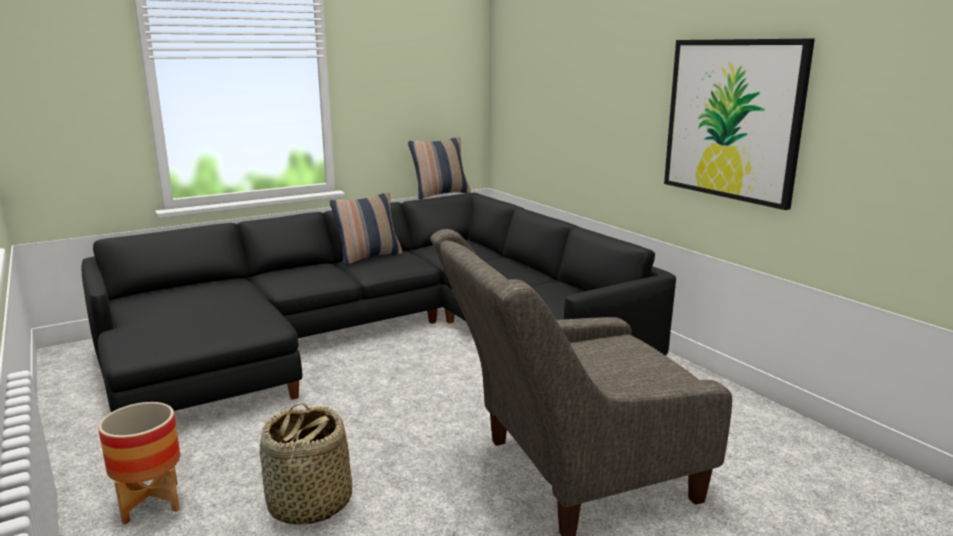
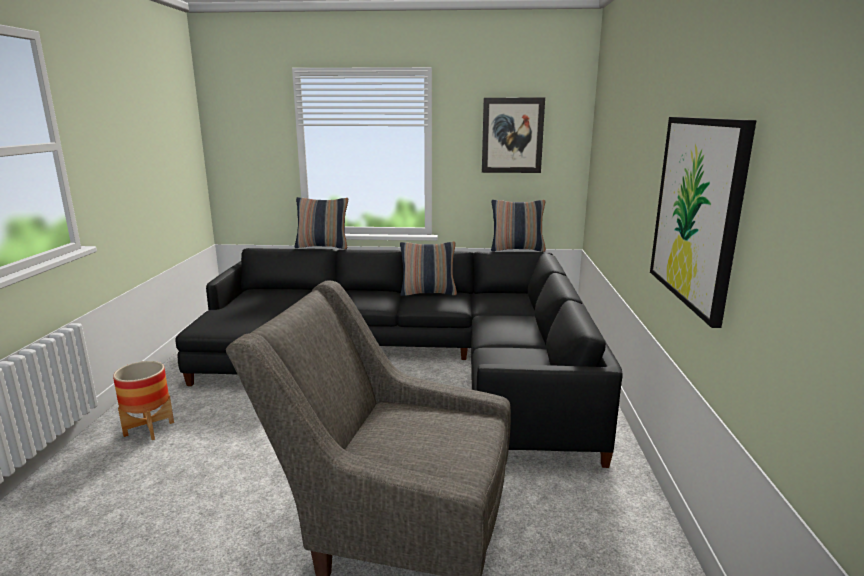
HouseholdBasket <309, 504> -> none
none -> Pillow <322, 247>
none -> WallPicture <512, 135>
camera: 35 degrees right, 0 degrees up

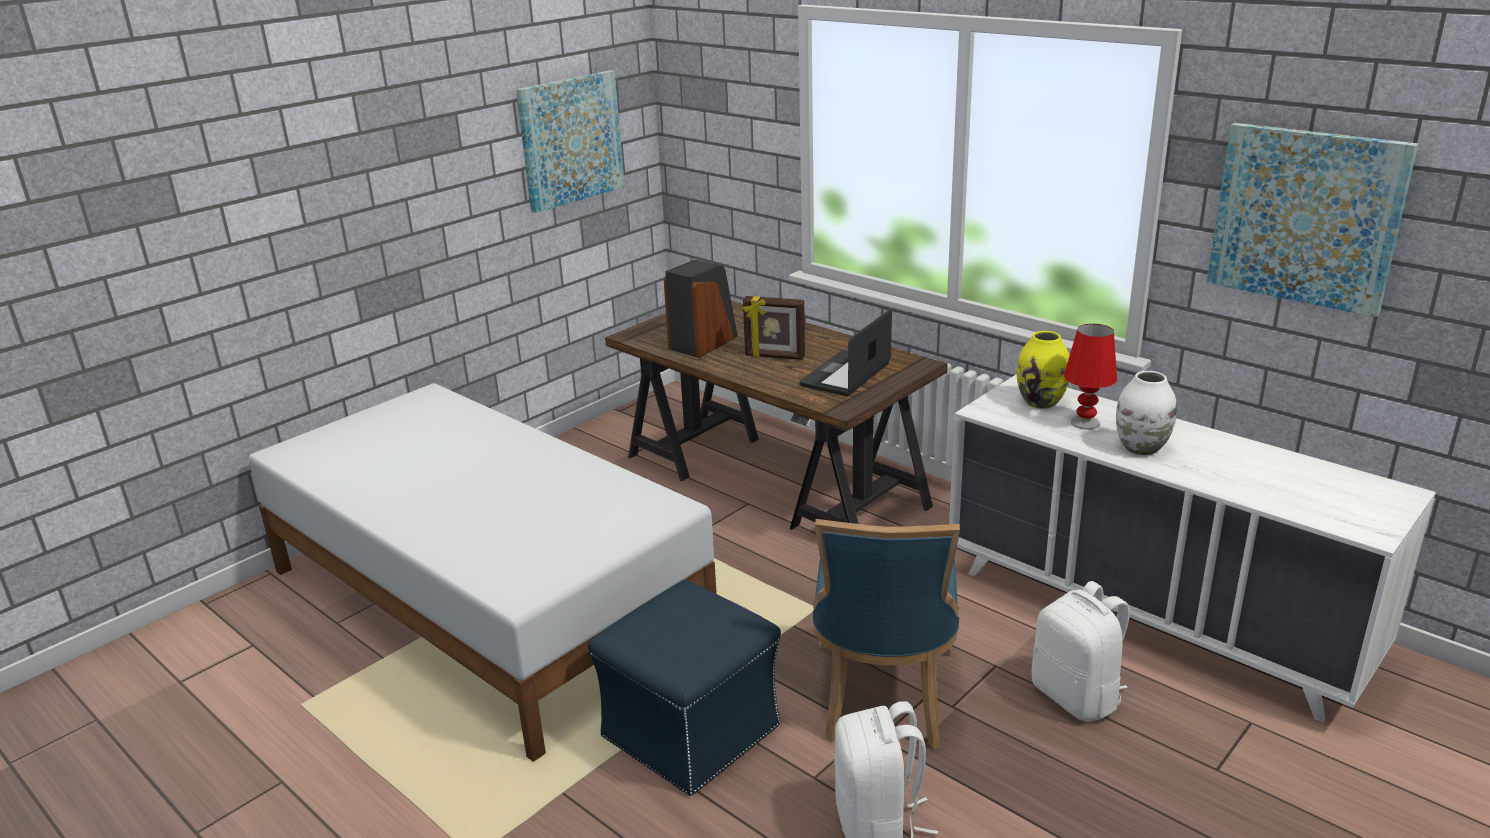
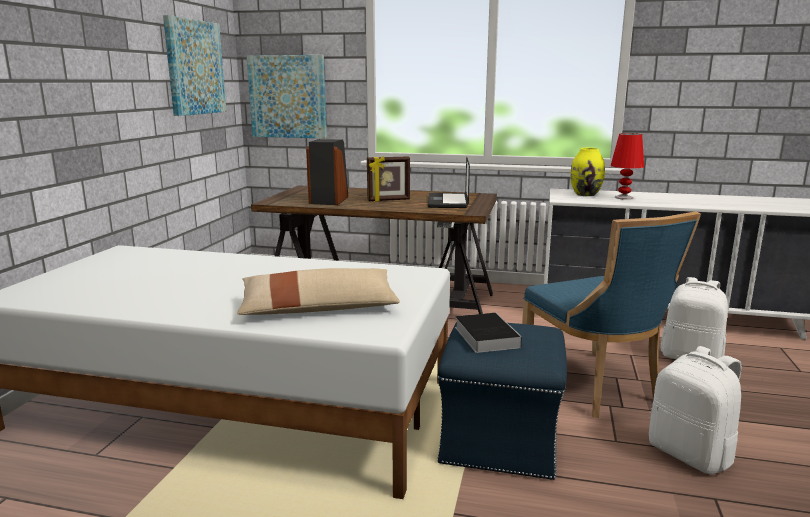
WhiteFlowerVase <1141, 448> -> none
none -> SandColouredPillow <318, 307>
none -> BoundBook <485, 336>
WallPicture <1306, 217> -> WallPicture <288, 97>, moved
camera: 30 degrees left, 10 degrees down

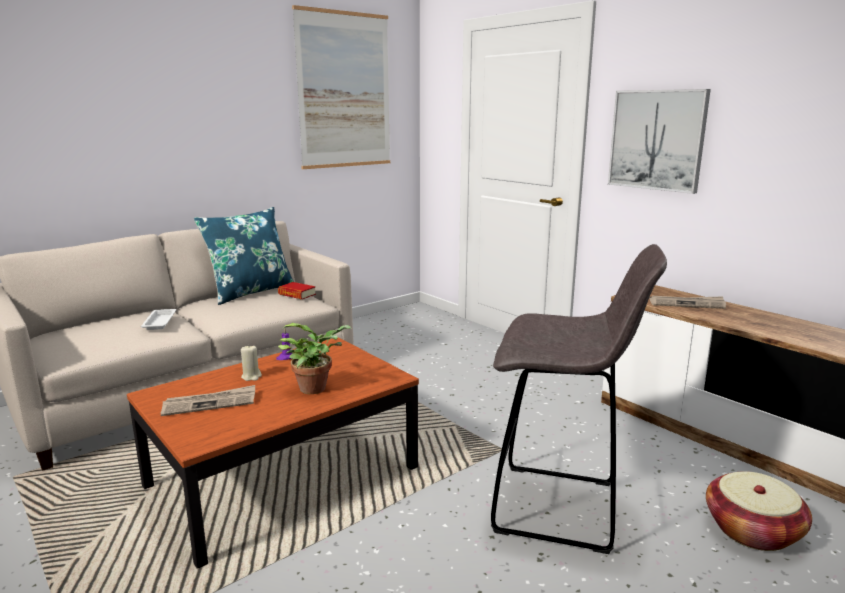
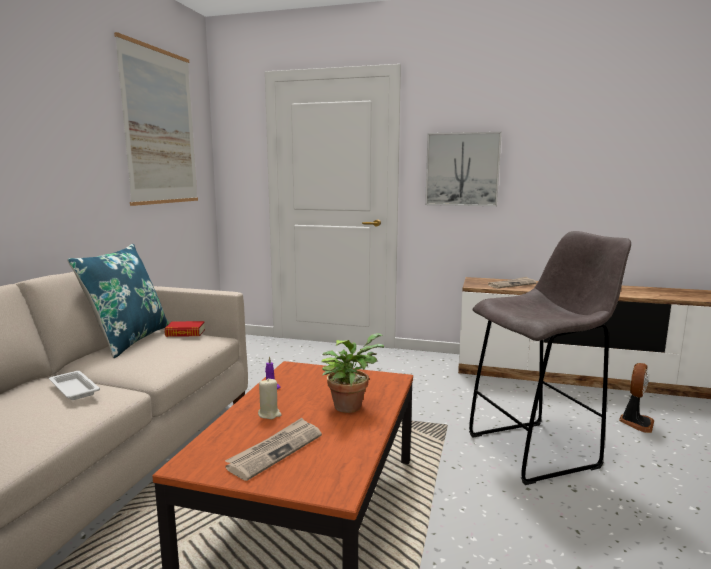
HouseholdBasket <752, 530> -> CoolingFan <635, 422>
camera: 35 degrees left, 5 degrees down

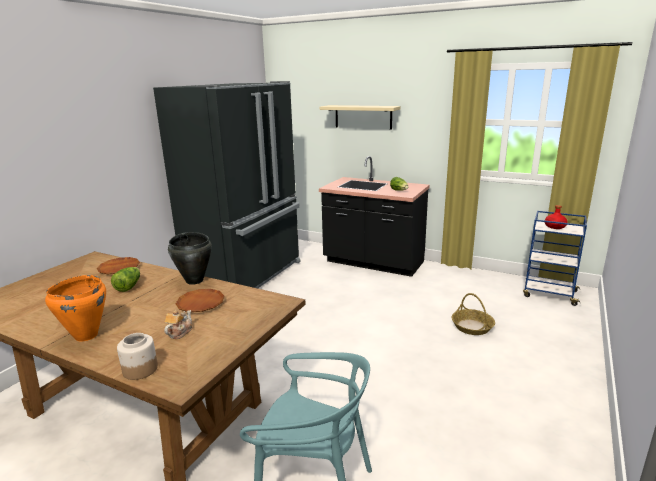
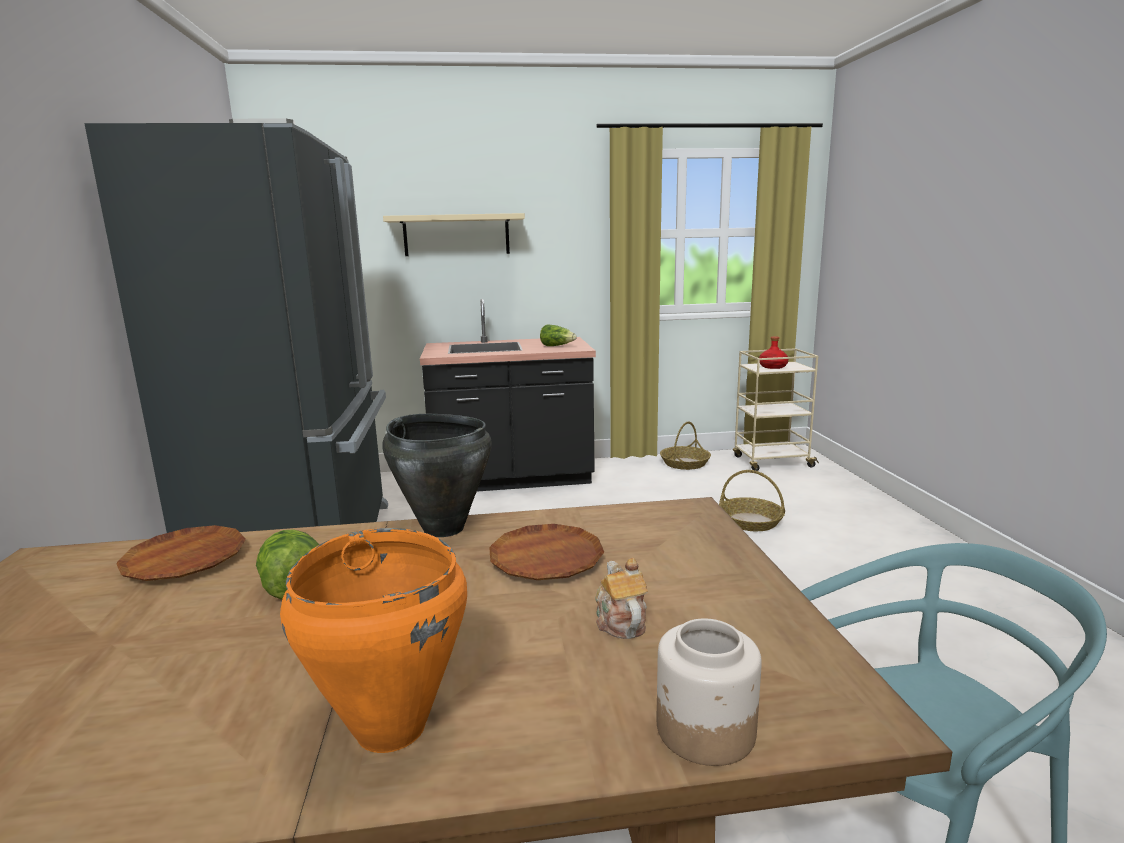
none -> HouseholdBasket <685, 463>
BlueColouredTrolley <548, 294> -> SandColouredTrolley <771, 462>
camera: 35 degrees left, 5 degrees down

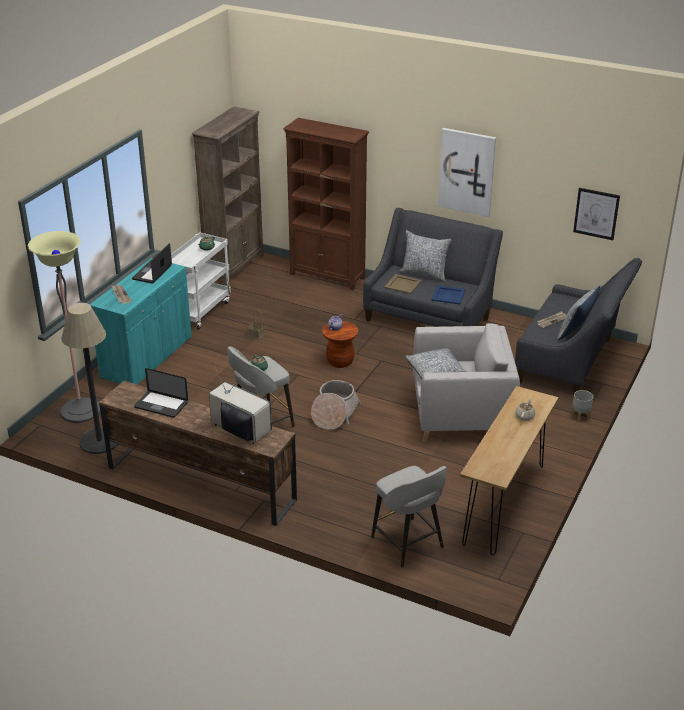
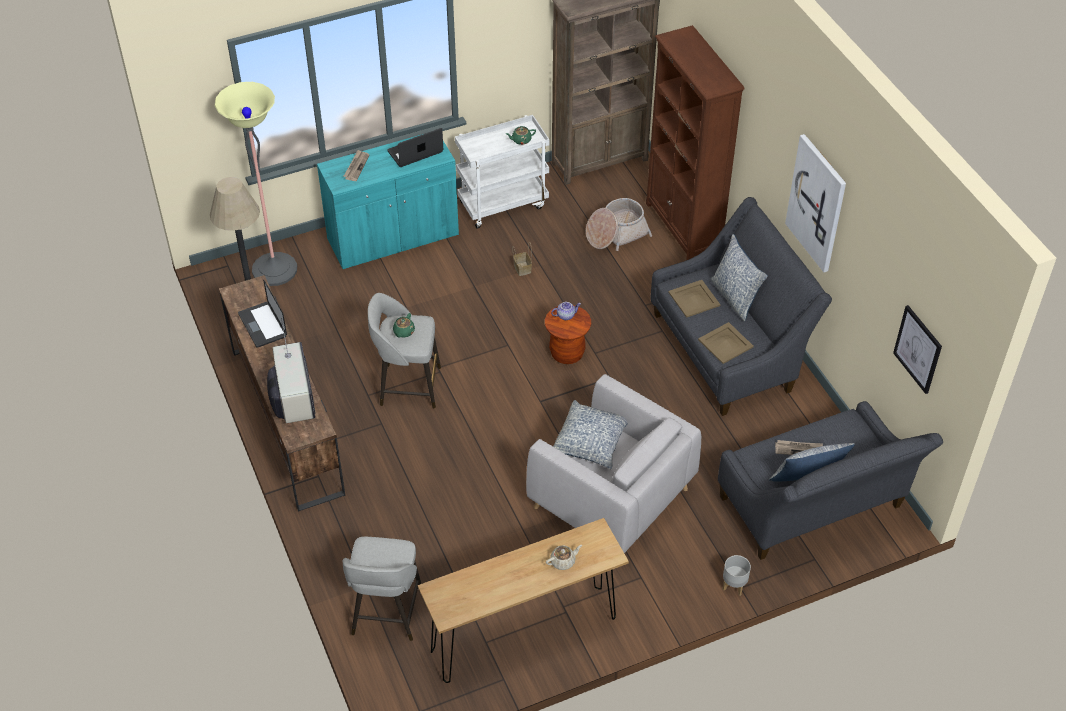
HouseholdBasket <334, 414> -> HouseholdBasket <616, 234>, moved
BlueColouredServingTray <448, 295> -> SandColouredServingTray <725, 343>
camera: 40 degrees right, 15 degrees up

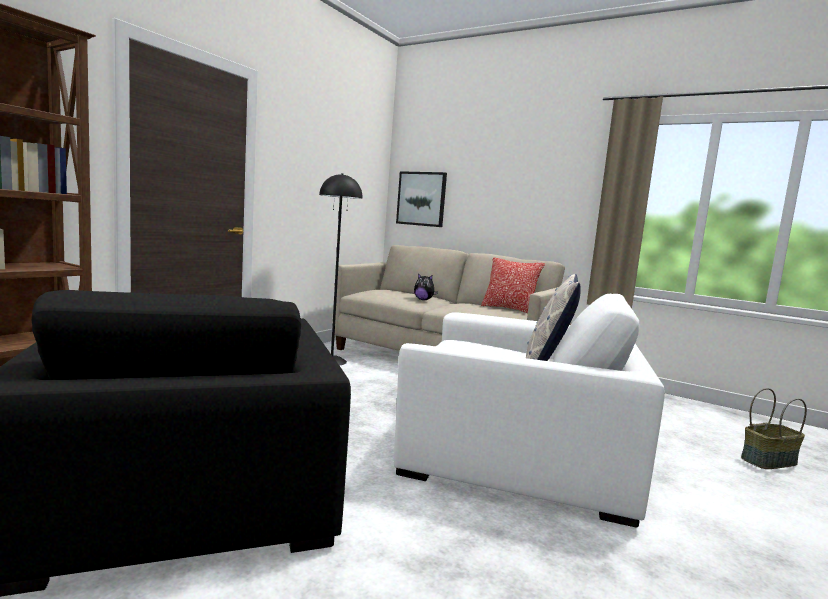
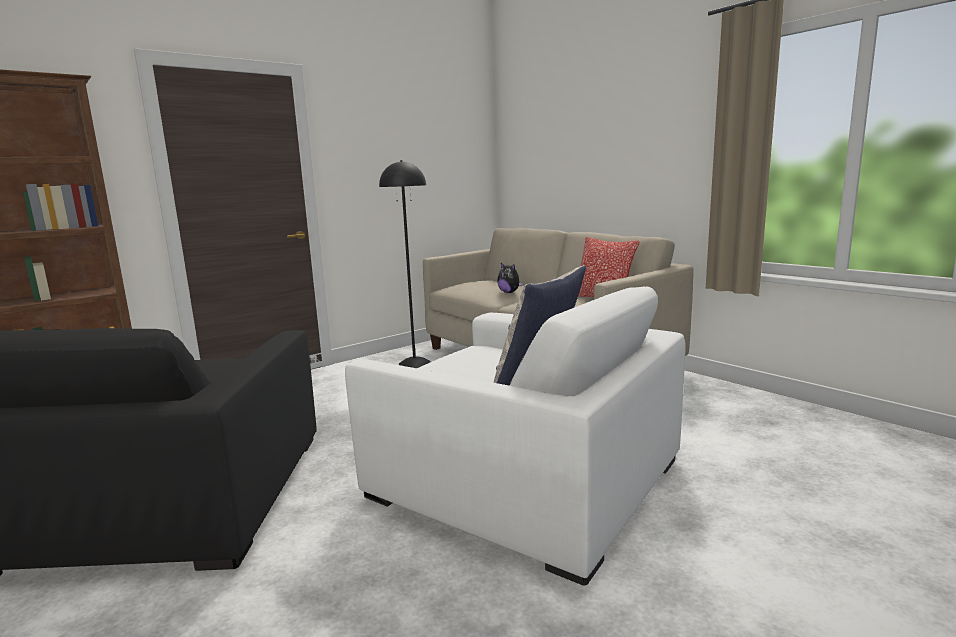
WallPicture <421, 199> -> none
HouseholdBasket <768, 460> -> none
camera: 20 degrees right, 5 degrees up

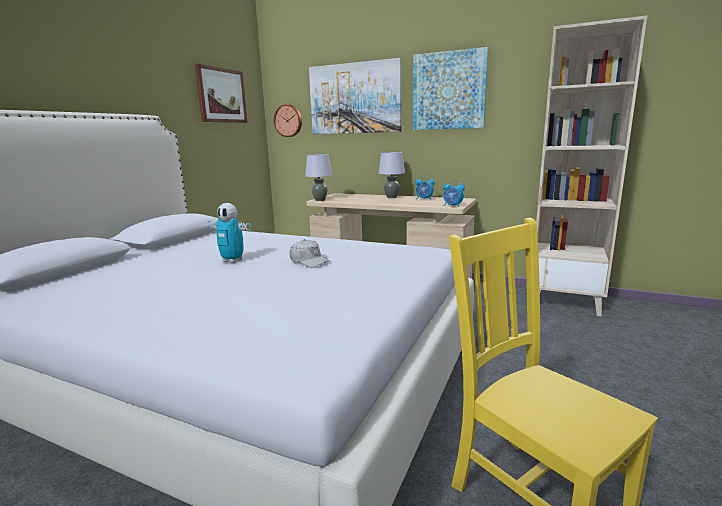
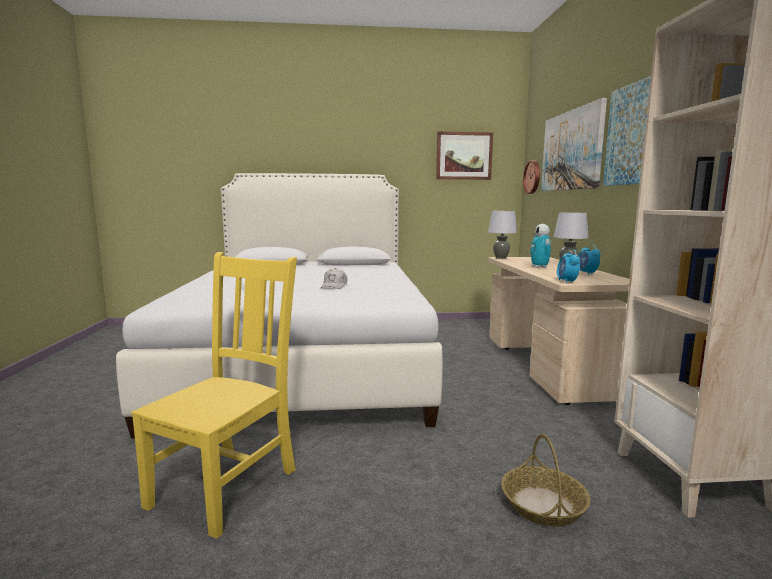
none -> HouseholdBasket <543, 505>
ModelRobot <232, 260> -> ModelRobot <539, 267>, moved
camera: 60 degrees right, 5 degrees down

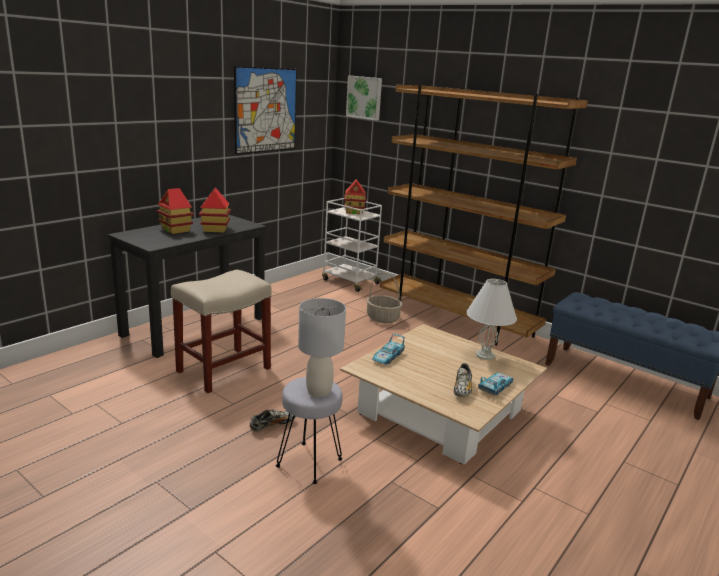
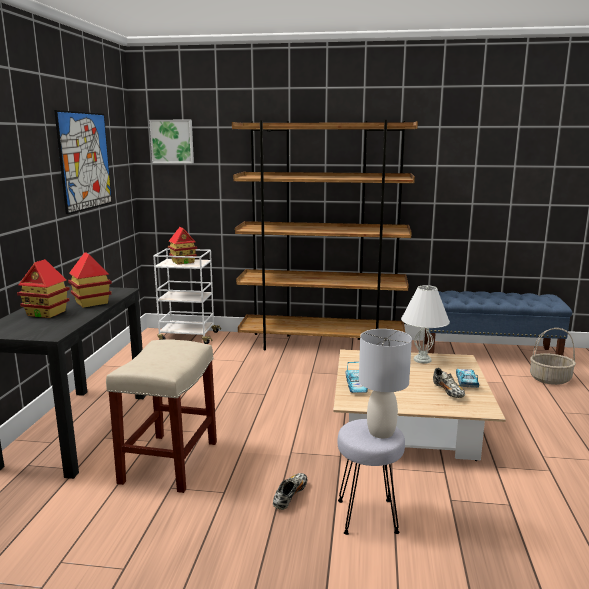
HouseholdBasket <382, 318> -> HouseholdBasket <549, 379>, moved
camera: 30 degrees left, 5 degrees down

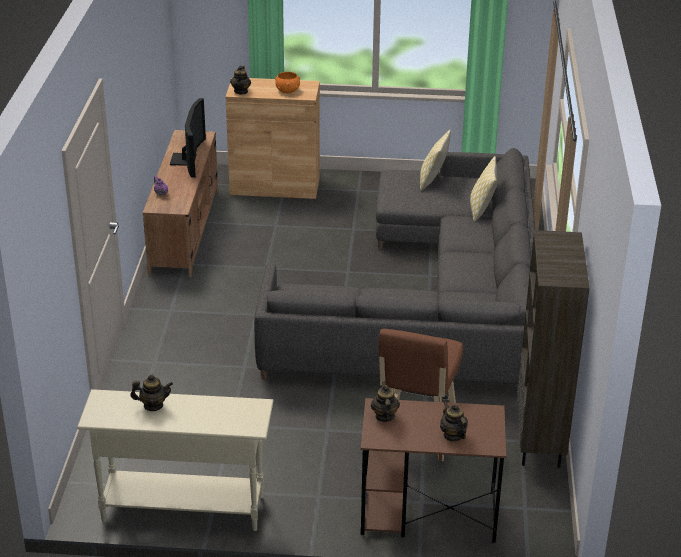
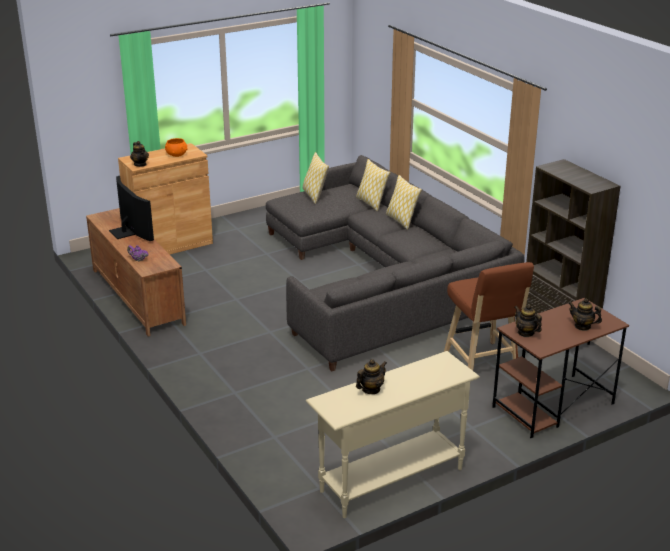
none -> Pillow <401, 220>
camera: 35 degrees left, 5 degrees down

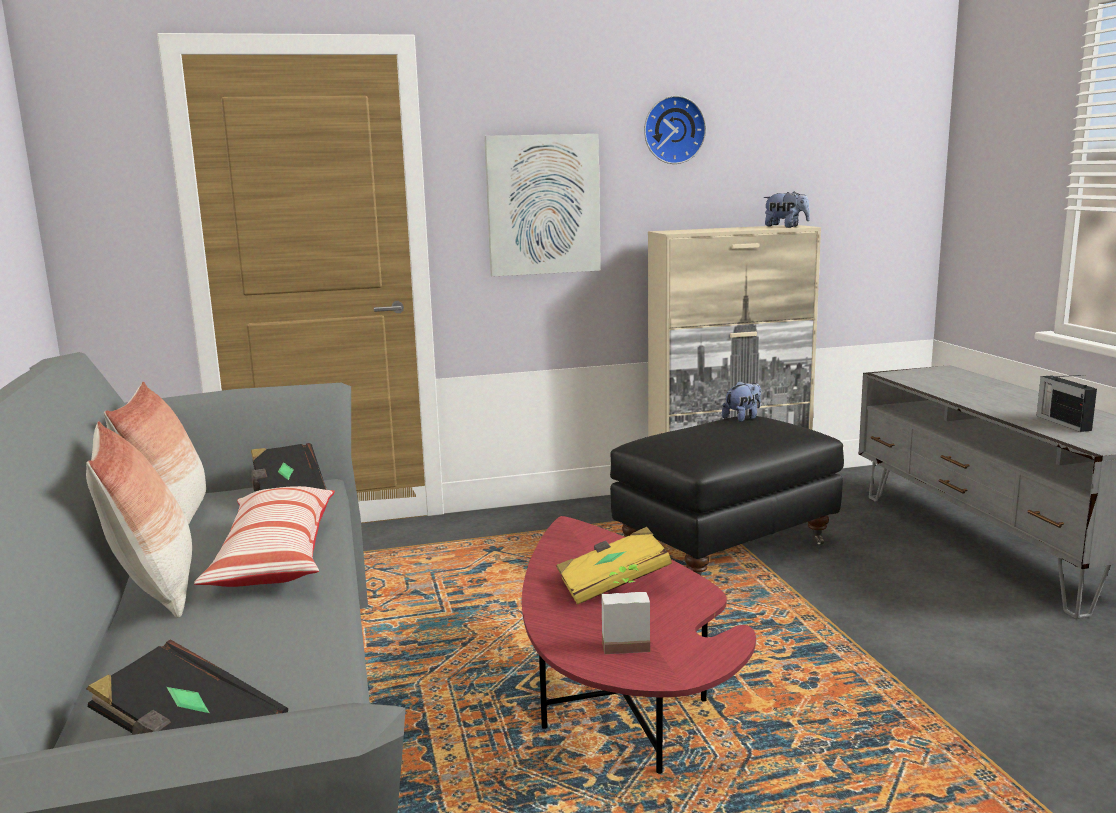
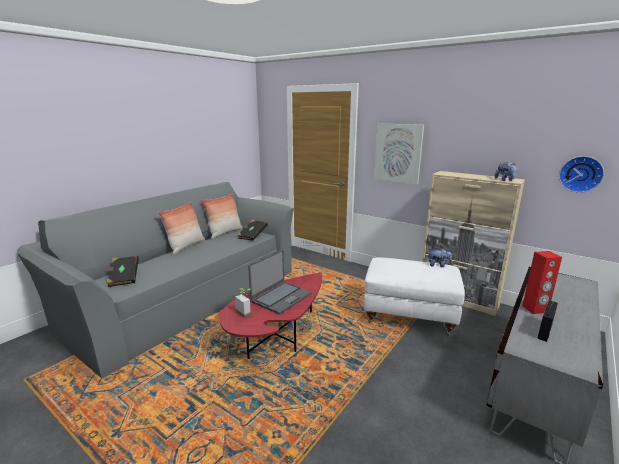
Pillow <276, 556> -> none
none -> RedSpeaker <535, 309>
HangingClock <673, 130> -> HangingClock <580, 174>, moved
YellowishBoundBook <612, 585> -> Laptop <281, 298>
BlackColouredPouffe <725, 546> -> WhitePouffe <409, 315>
camera: 50 degrees right, 5 degrees up

